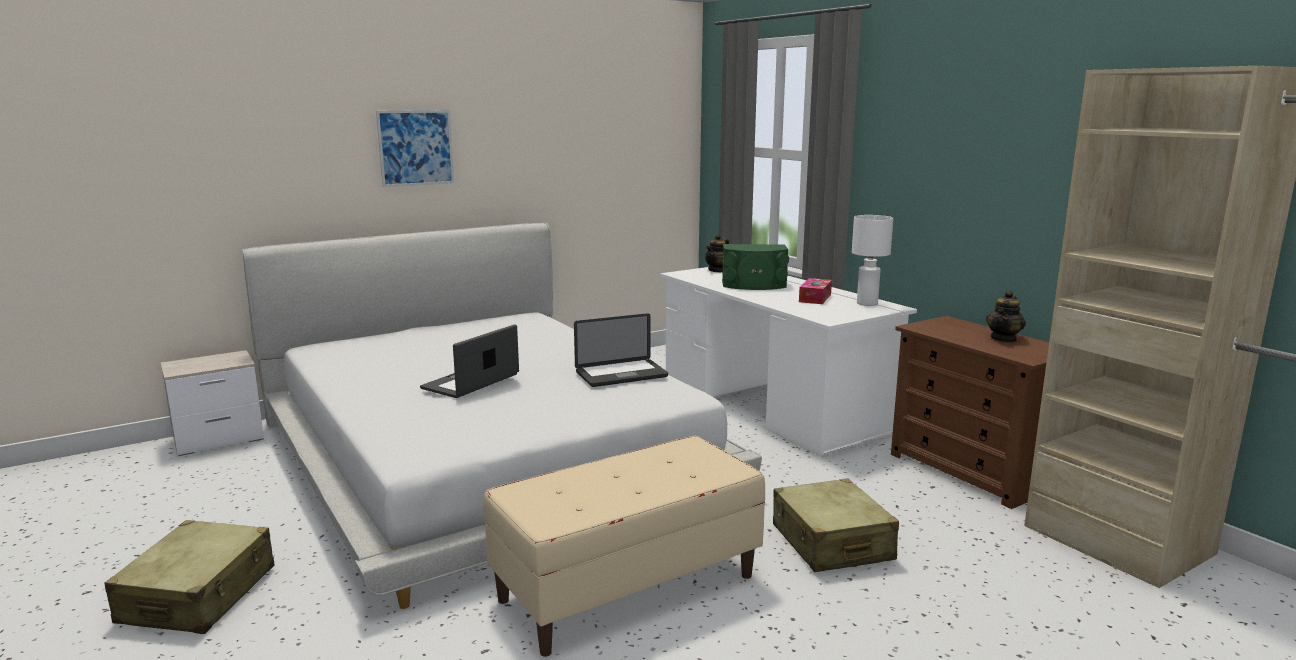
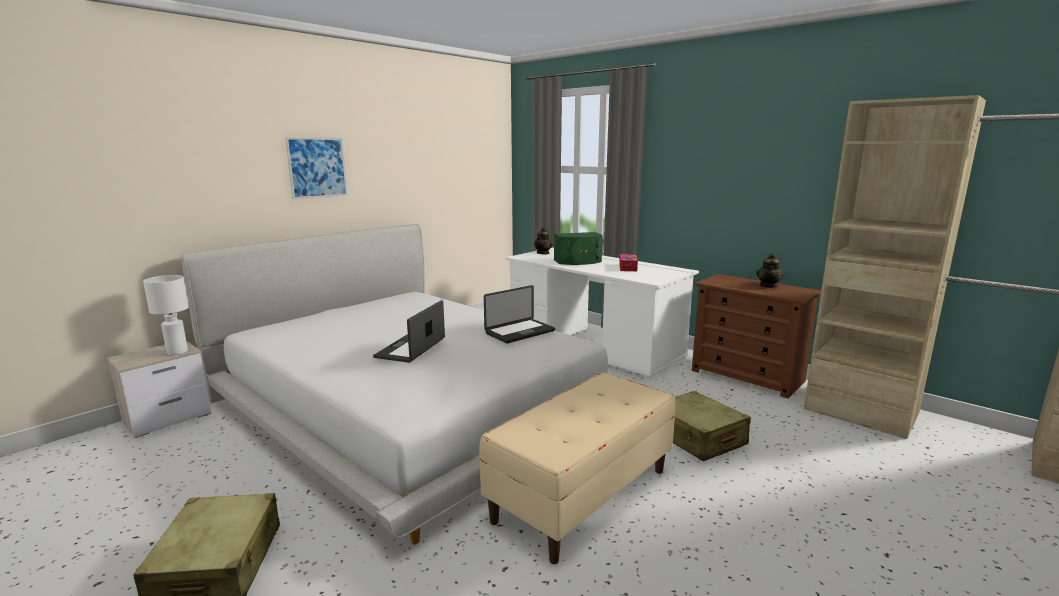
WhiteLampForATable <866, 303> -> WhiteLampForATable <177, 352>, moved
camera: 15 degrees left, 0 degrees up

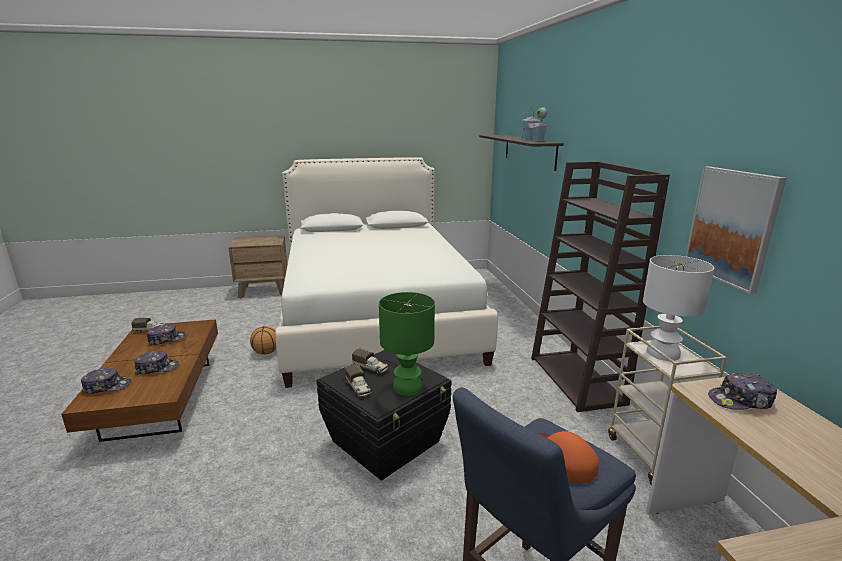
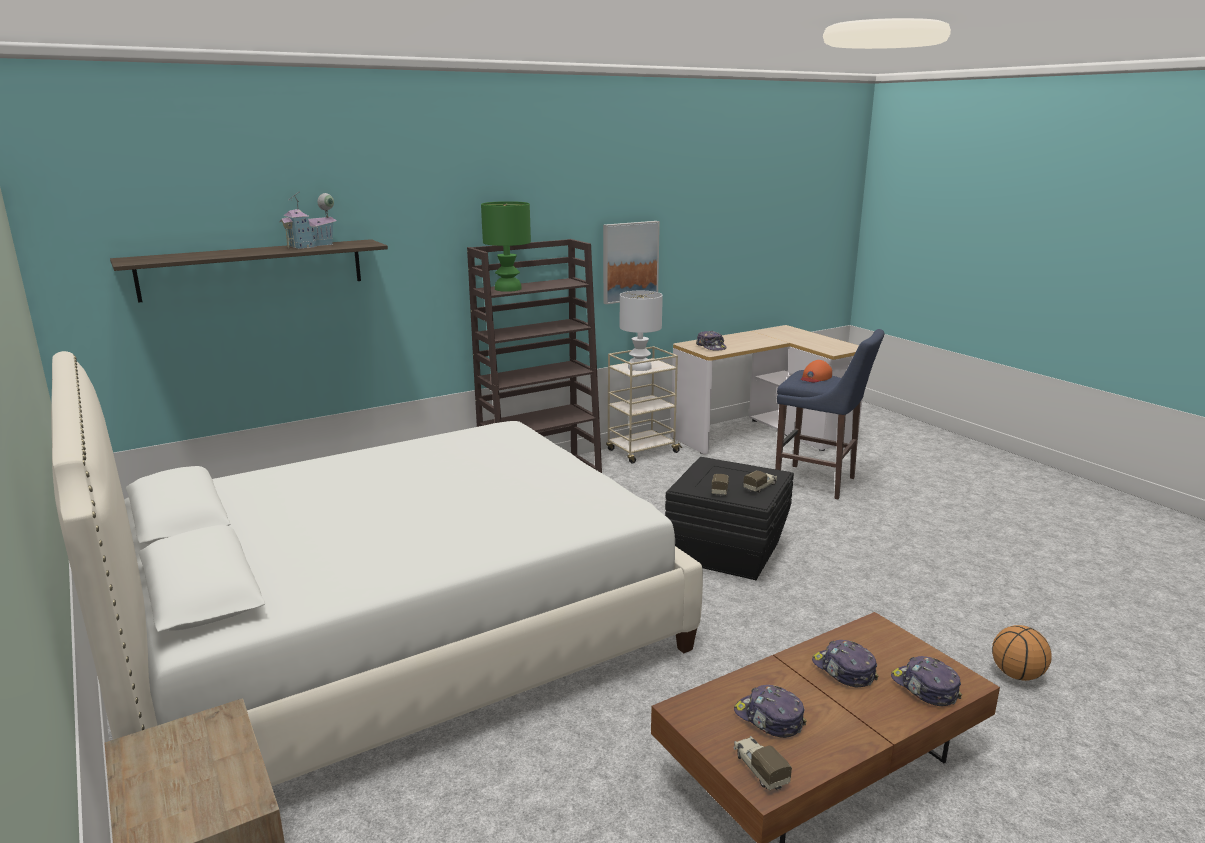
Basketball <266, 353> -> Basketball <1017, 675>, moved
GreenLampForATable <407, 388> -> GreenLampForATable <509, 289>, moved
camera: 110 degrees left, 0 degrees up

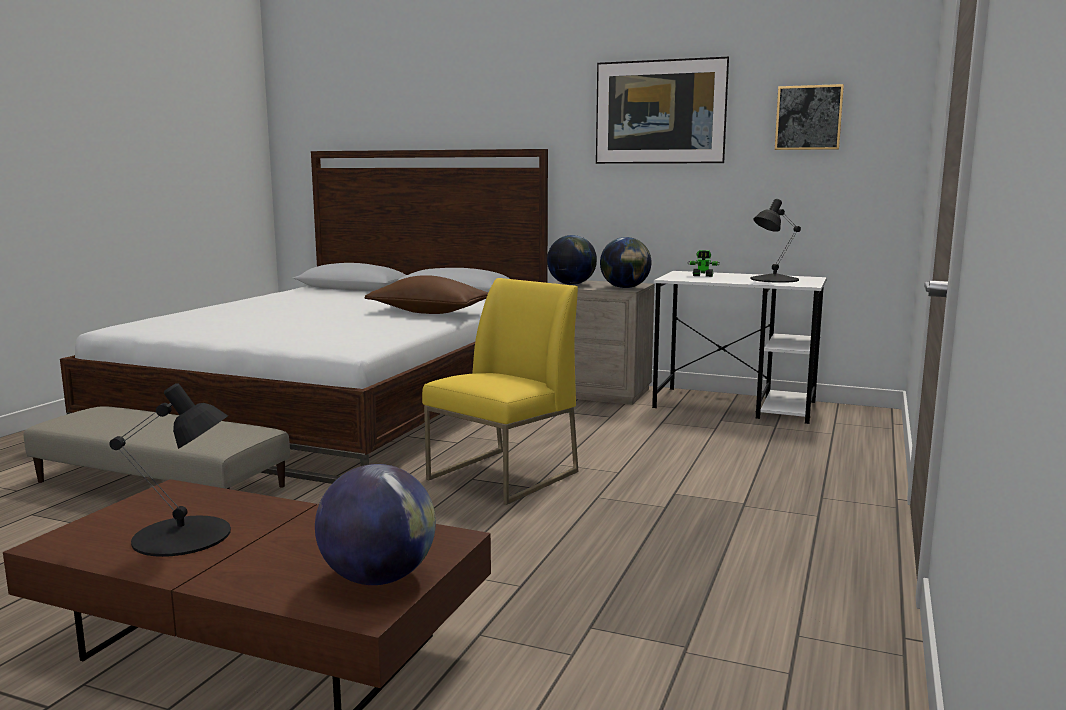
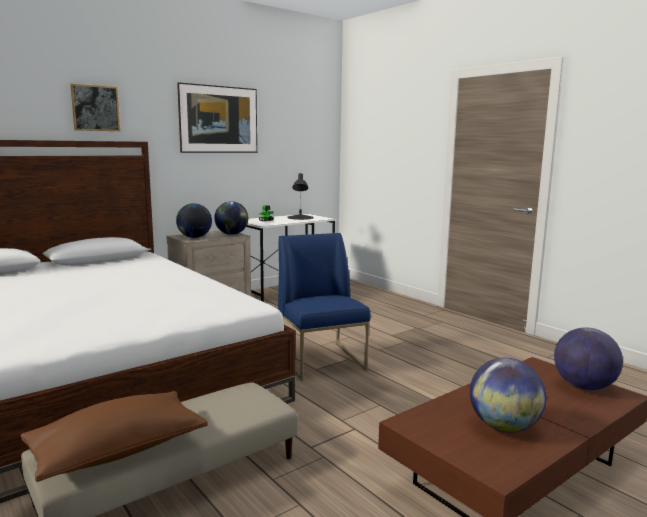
BrownPillow <429, 312> -> BrownPillow <118, 451>, moved
WallPicture <808, 117> -> WallPicture <95, 108>, moved
BlackColouredLampForATable <183, 536> -> Globe <504, 427>
YellowishChair <503, 476> -> BlueColouredChair <322, 361>
camera: 60 degrees left, 0 degrees up

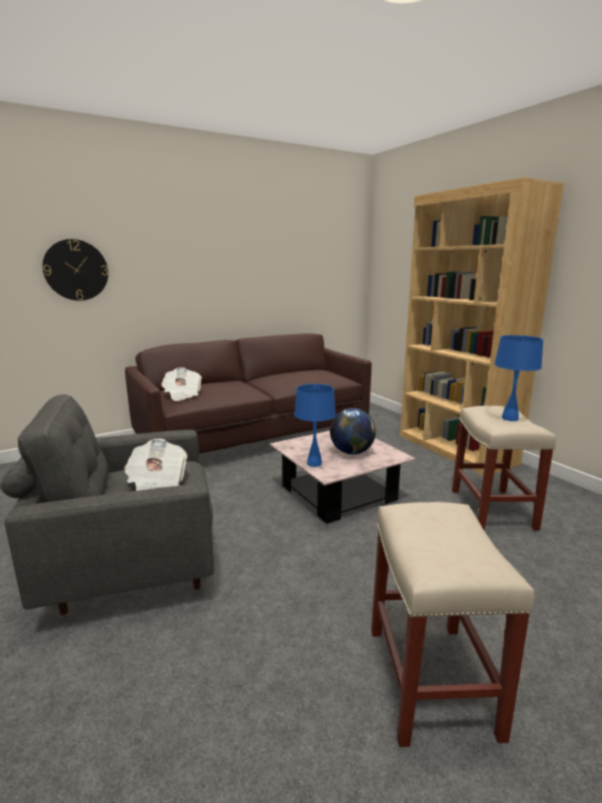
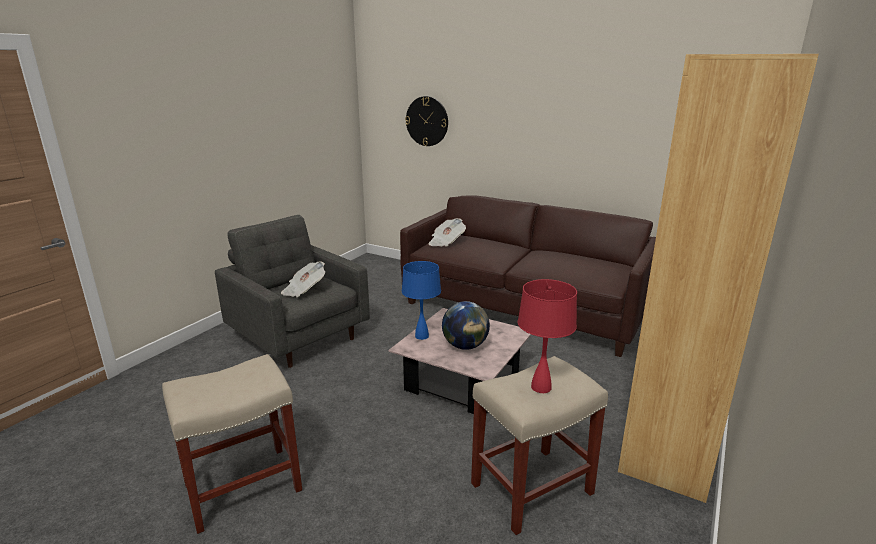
BlueColouredLampForATable <509, 418> -> RedLampForATable <540, 387>
camera: 60 degrees right, 5 degrees up

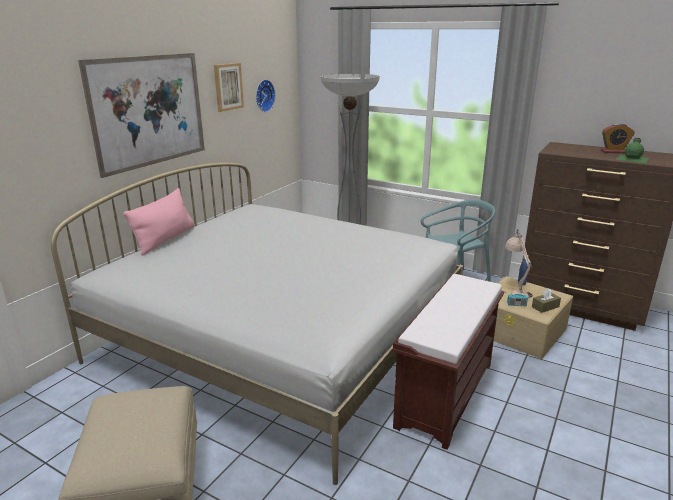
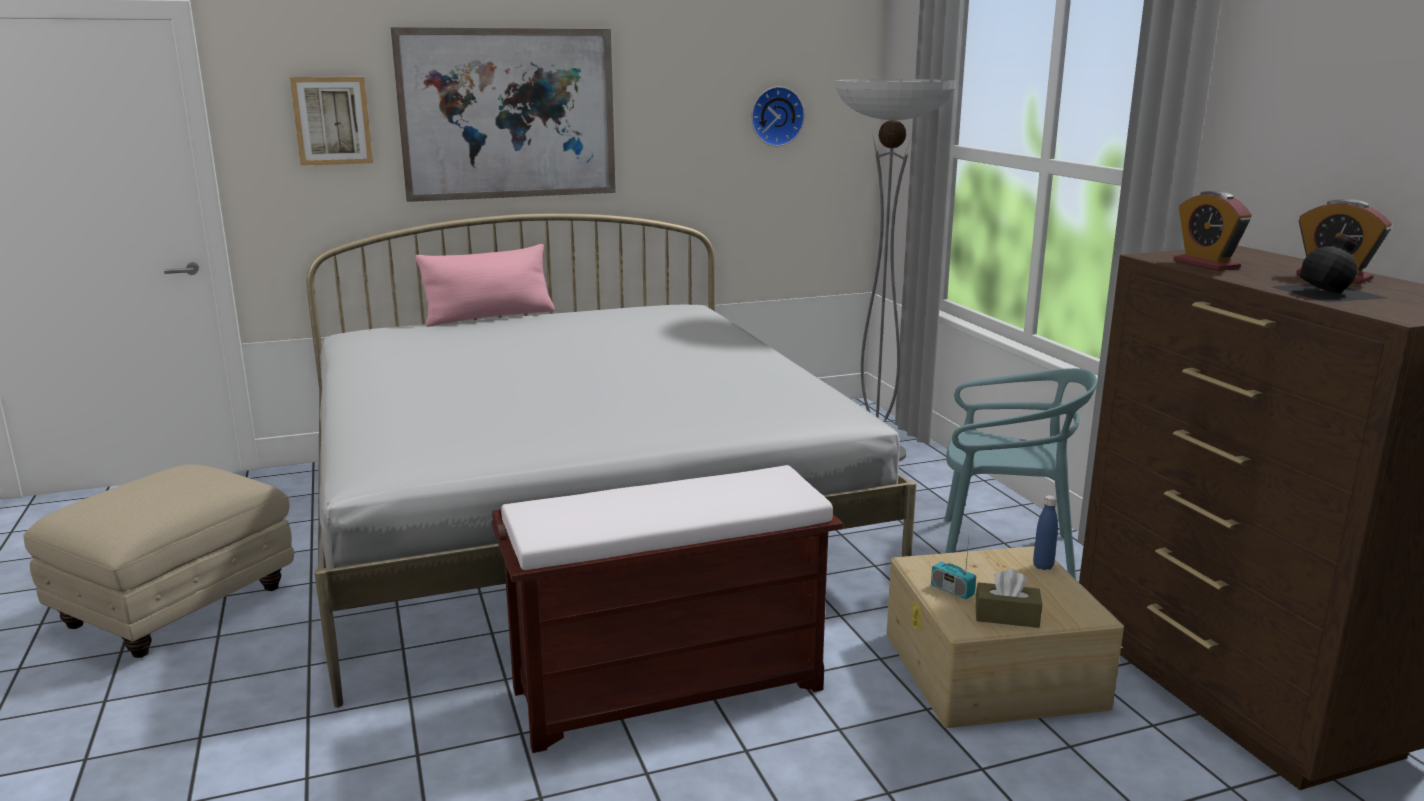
SandColouredLampForATable <515, 291> -> none
none -> TableClock <1206, 264>
WallPicture <228, 87> -> WallPicture <332, 120>, moved
GreenBeverageBottle <633, 158> -> BlackColouredBeverageBottle <1329, 292>
camera: 40 degrees right, 5 degrees down

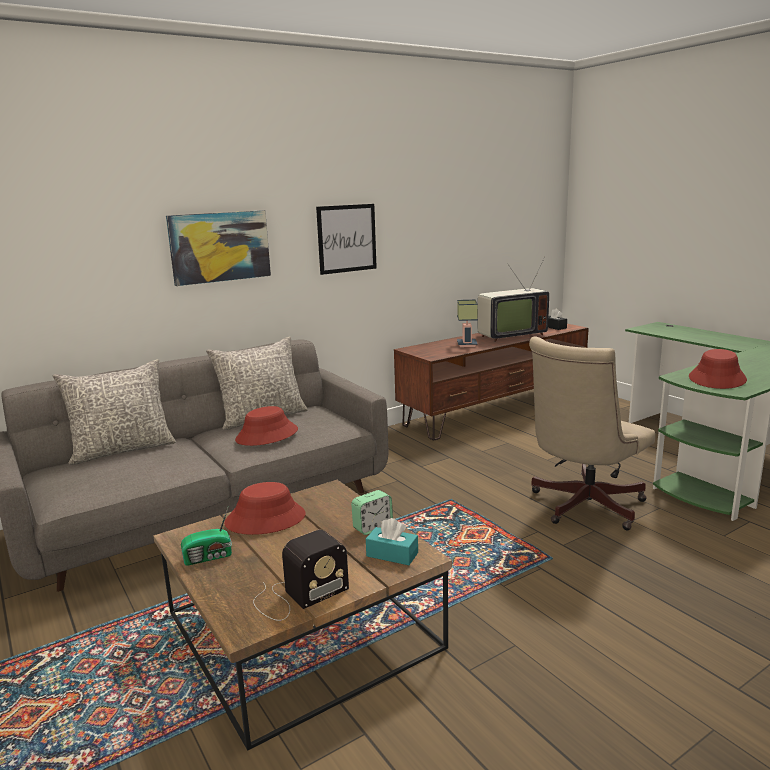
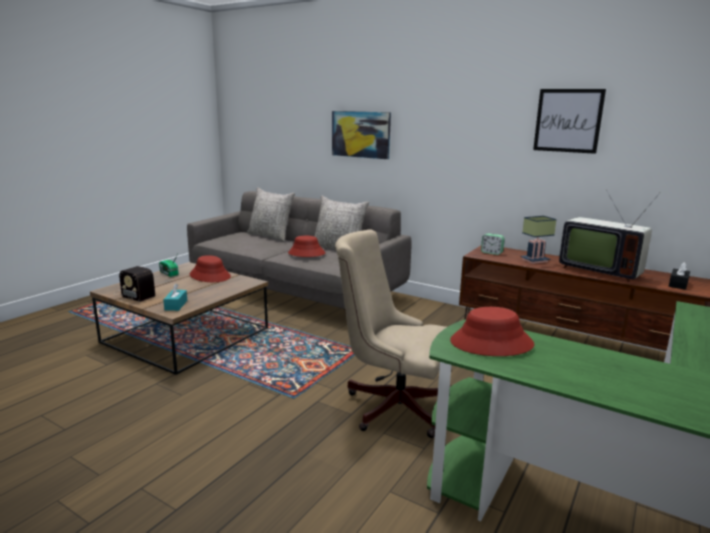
WallPicture <347, 238> -> WallPicture <568, 120>, moved
TableClock <372, 527> -> TableClock <491, 253>, moved
camera: 65 degrees right, 0 degrees up

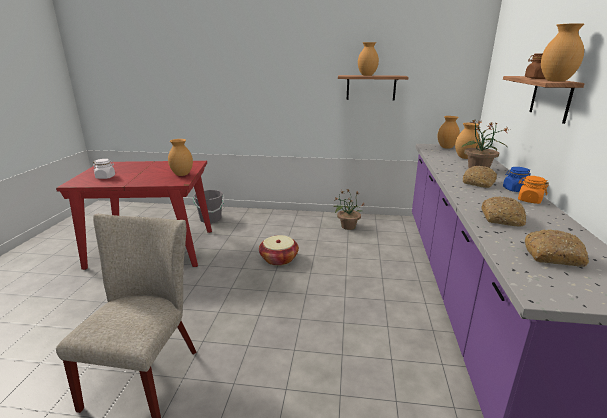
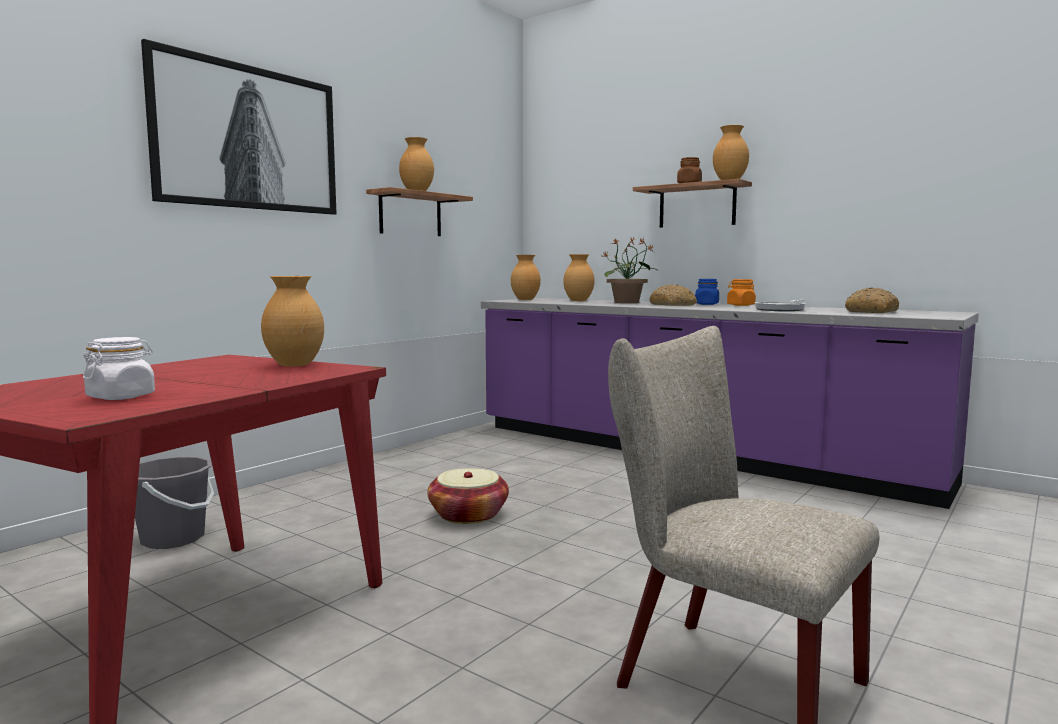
PlantInAPot <347, 226> -> none
none -> WallPicture <248, 138>
Bread <502, 218> -> FryingPan <781, 309>
camera: 60 degrees left, 15 degrees down

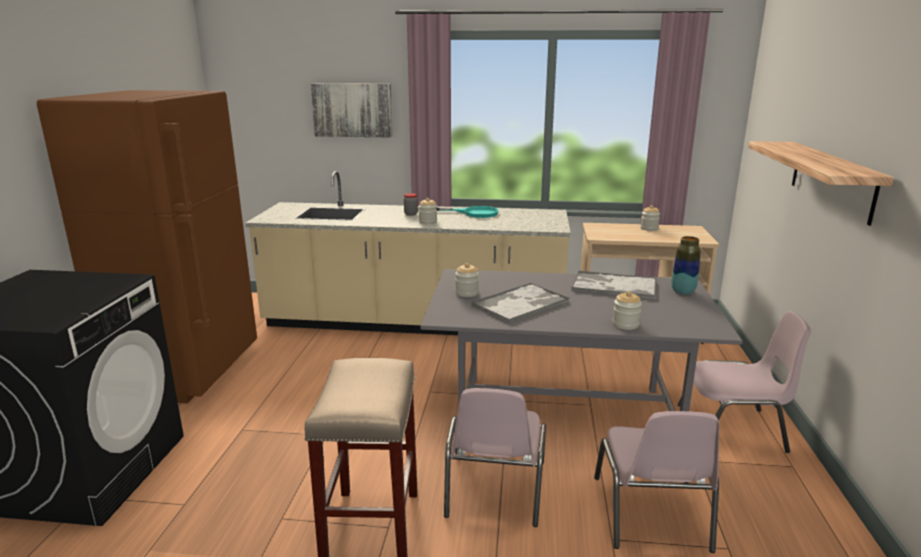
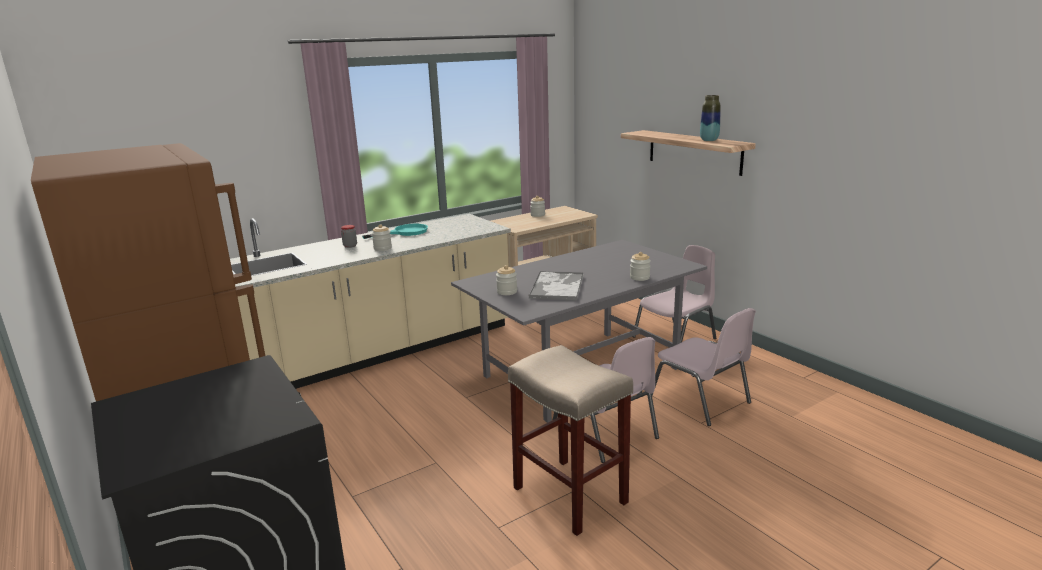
WallPicture <352, 110> -> none
ServingTray <613, 286> -> none
FlowerVase <683, 292> -> FlowerVase <709, 140>, moved
camera: 40 degrees left, 0 degrees up

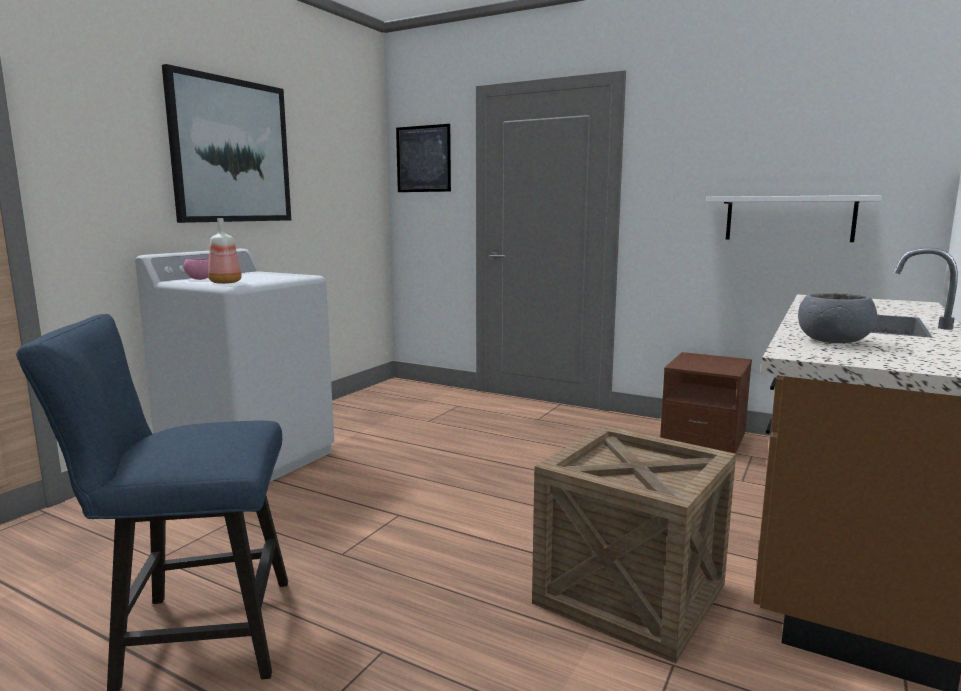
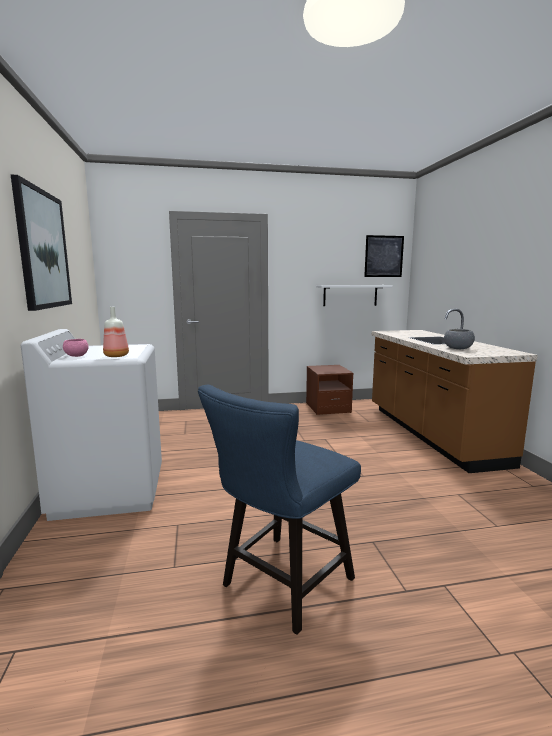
ShippingCrate <630, 594> -> none
WallPicture <423, 159> -> WallPicture <384, 256>, moved
camera: 40 degrees left, 0 degrees up

